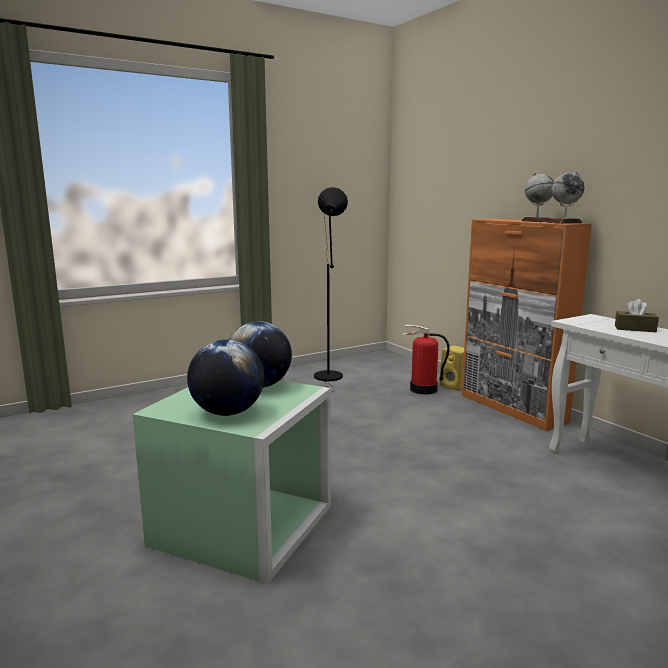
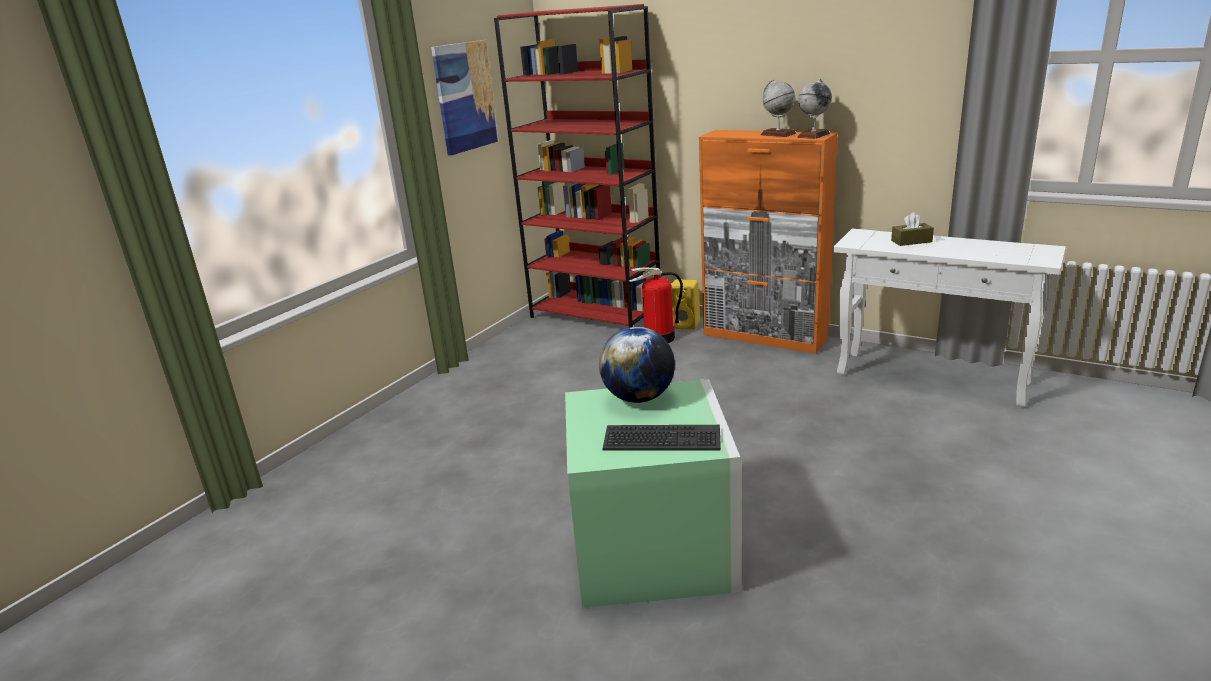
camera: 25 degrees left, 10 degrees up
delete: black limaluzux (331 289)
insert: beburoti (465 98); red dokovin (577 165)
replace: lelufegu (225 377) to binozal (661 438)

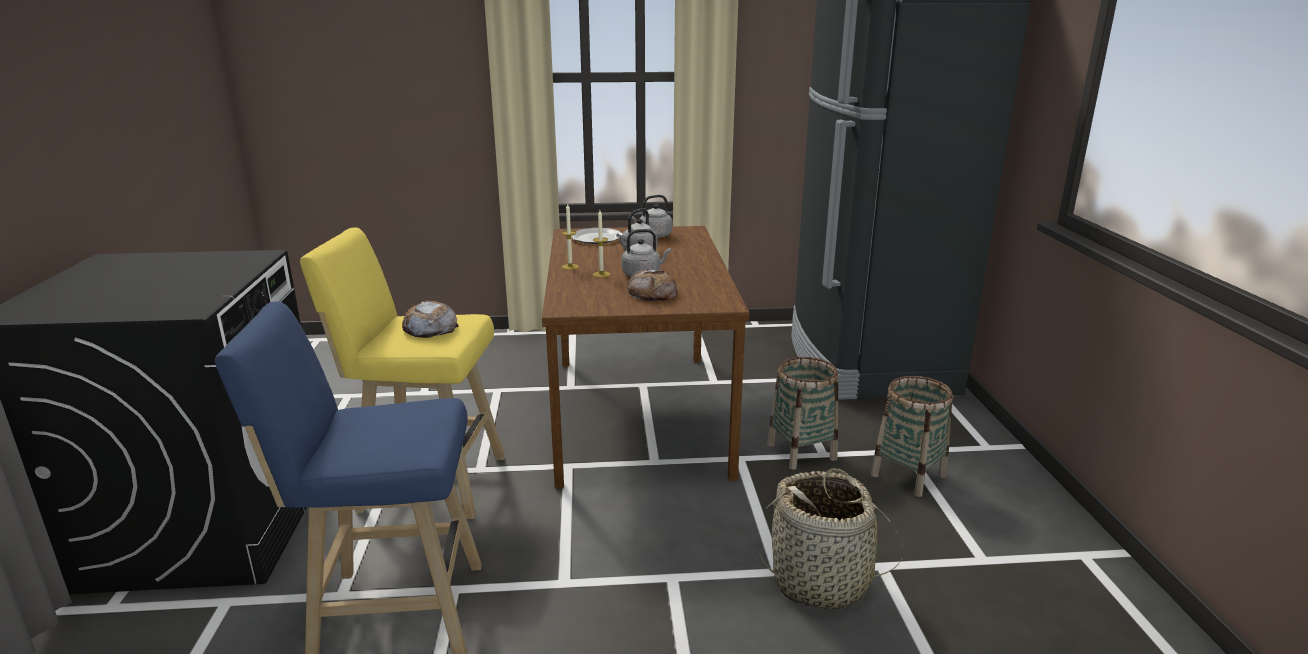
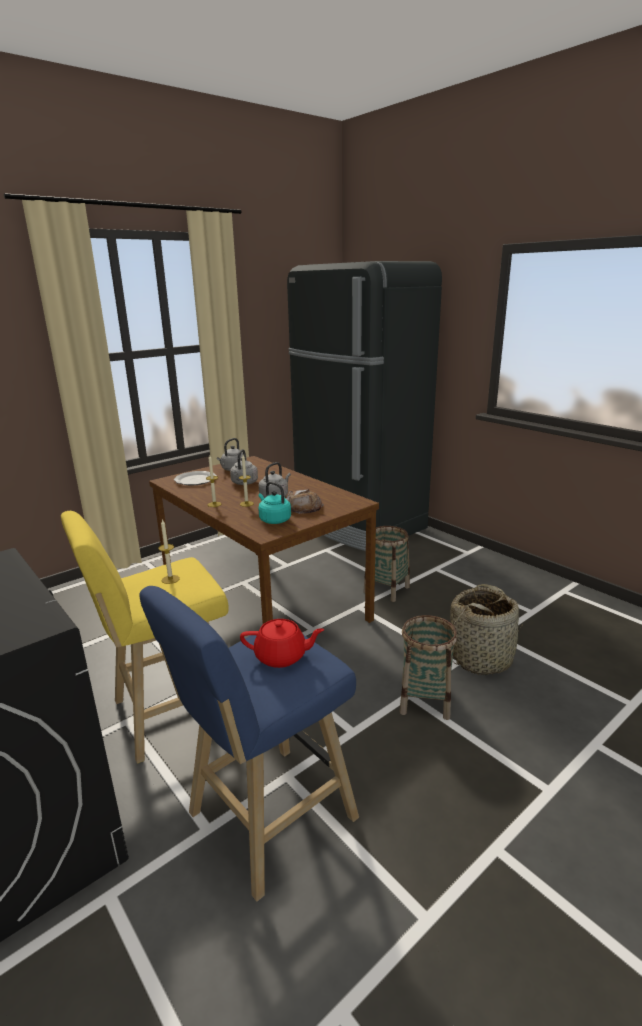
camera: 35 degrees left, 0 degrees up
insert: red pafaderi (282 643); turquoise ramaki (274 503)
move: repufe (912 436) to (428 667)
replace: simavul (430 319) to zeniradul (169 551)

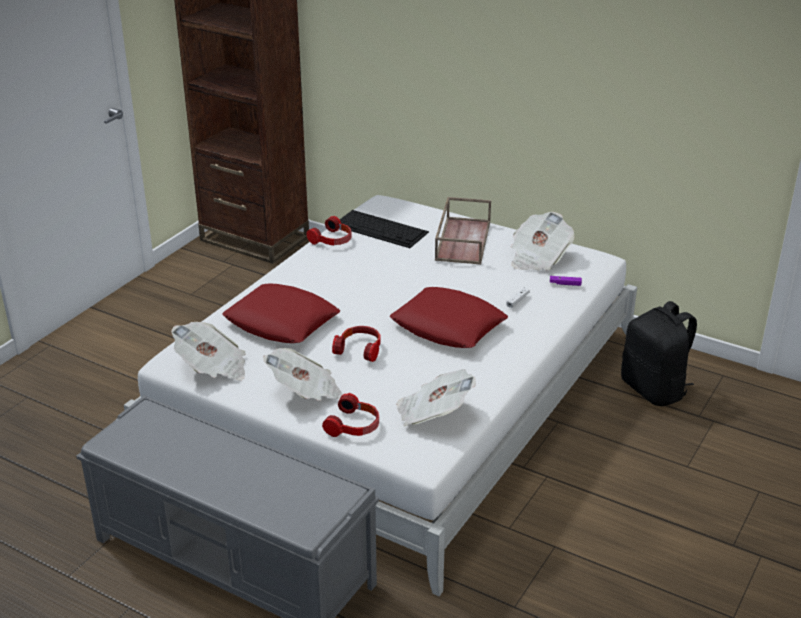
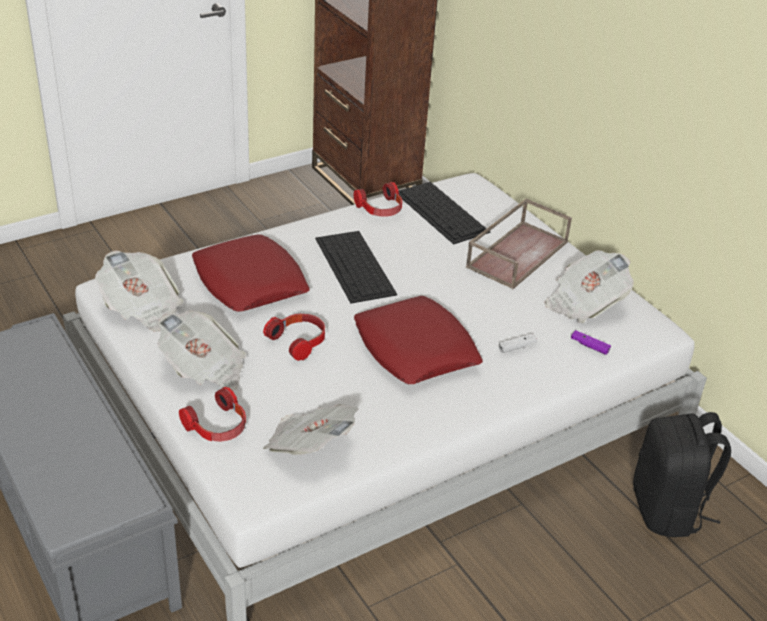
camera: 25 degrees right, 5 degrees up
insert: binozal (356 267)

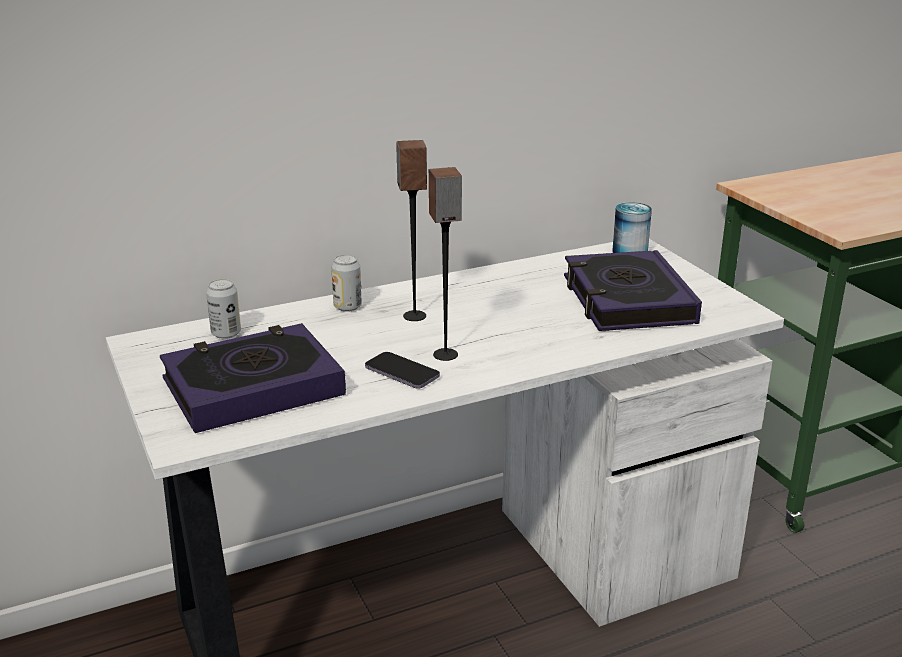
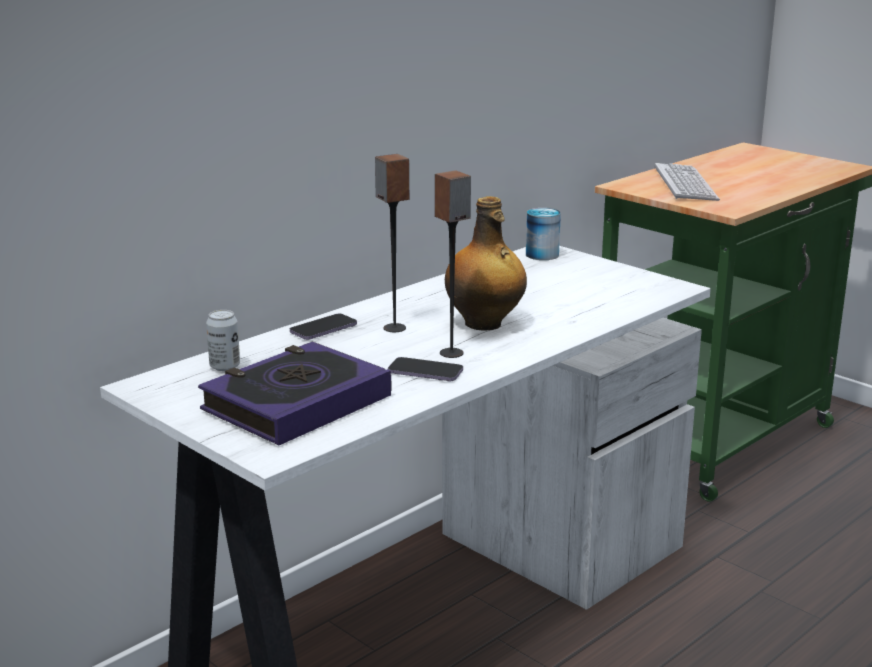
camera: 20 degrees left, 5 degrees down
delete: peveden (633 290)
insert: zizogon (486 263); binozal (687 182)
replace: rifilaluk (346 283) to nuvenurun (323 327)

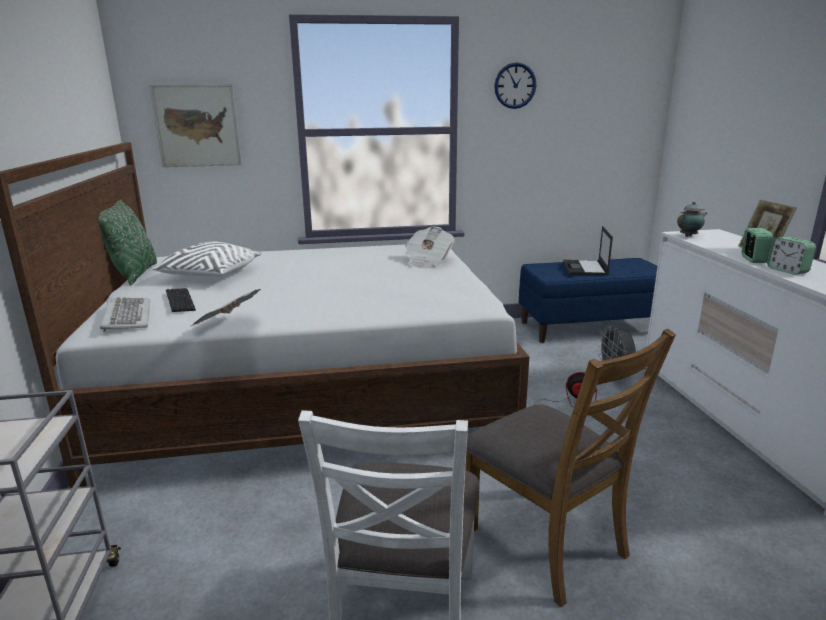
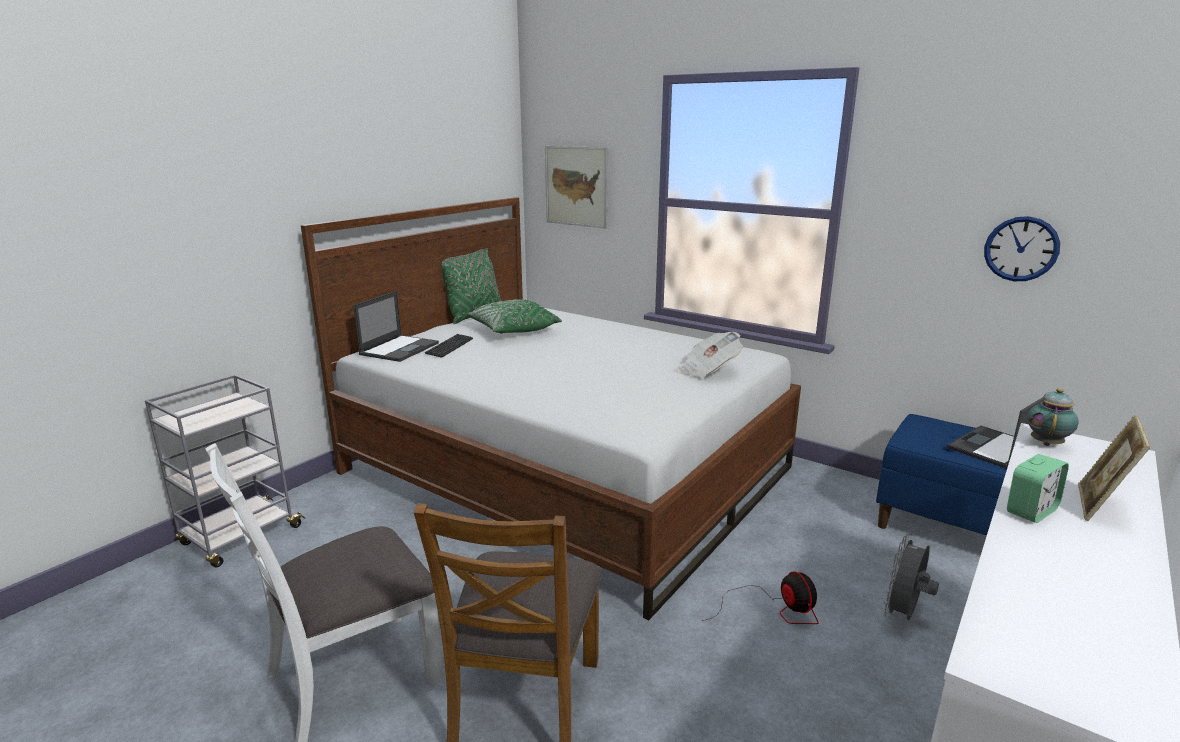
camera: 45 degrees right, 0 degrees up
delete: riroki (226 307); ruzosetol (791 256)
move: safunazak (515 85) to (1022 248)
replace: binozal (125 314) to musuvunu (396 326)
recolor: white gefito (207 259) to green gefito (514 316)
rotate: pafaderi (692 219) = (1052 417) 75 degrees counterclockwise

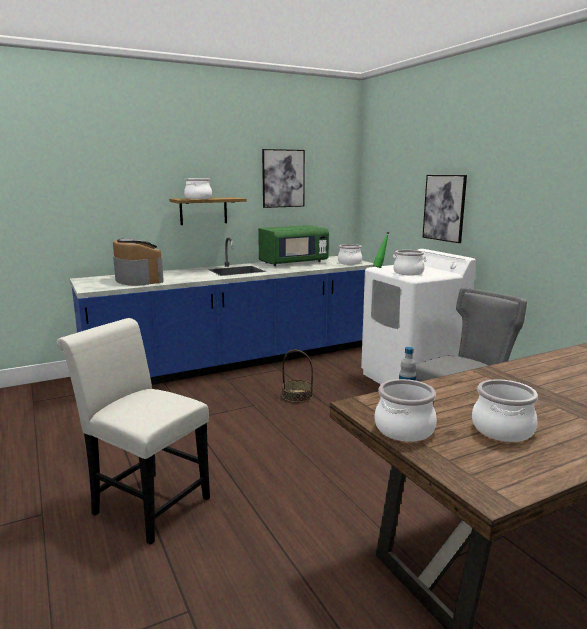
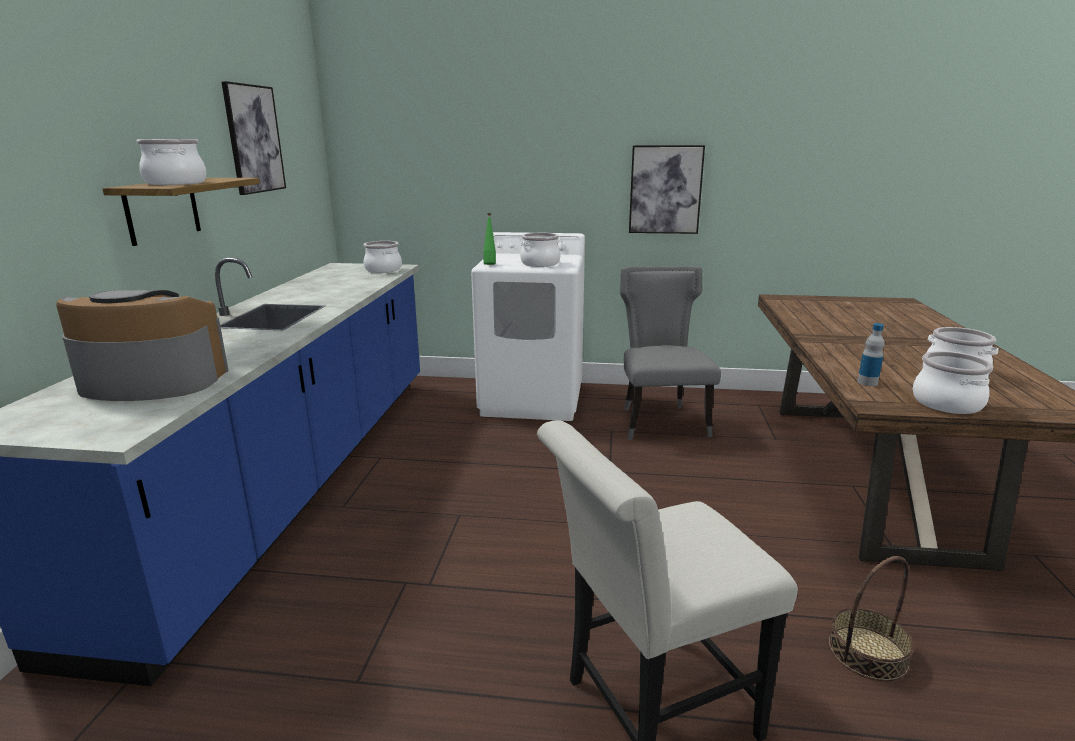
camera: 55 degrees left, 5 degrees up
delete: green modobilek (293 245)
move: repufe (297 376) to (871 618); beburoti (444 209) to (667 189)

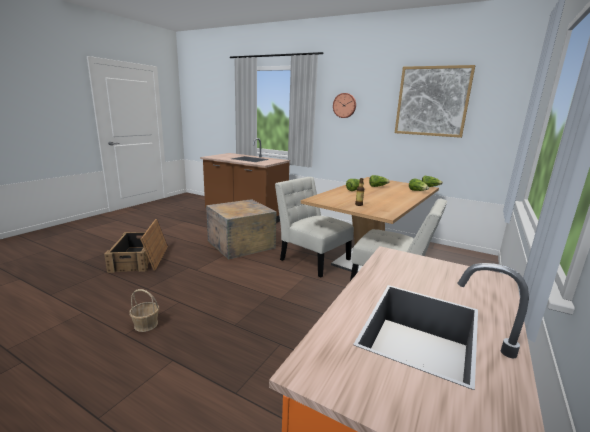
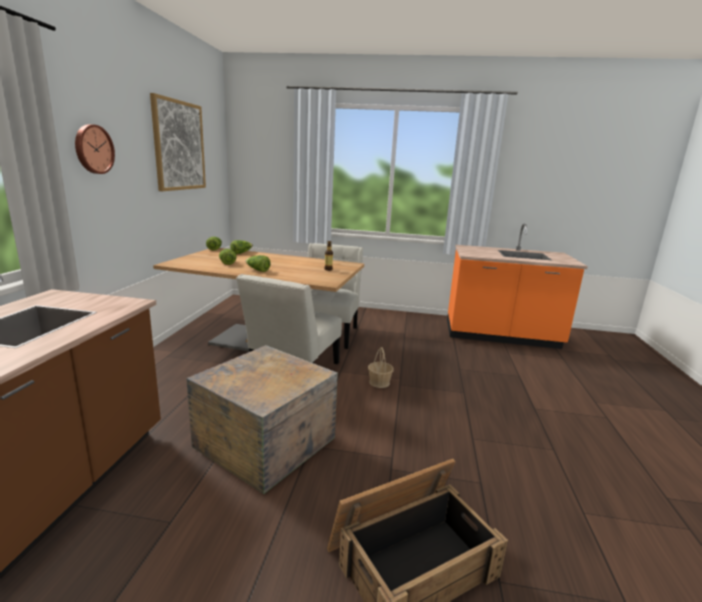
camera: 110 degrees left, 0 degrees up
move: repufe (144 310) to (381 367)

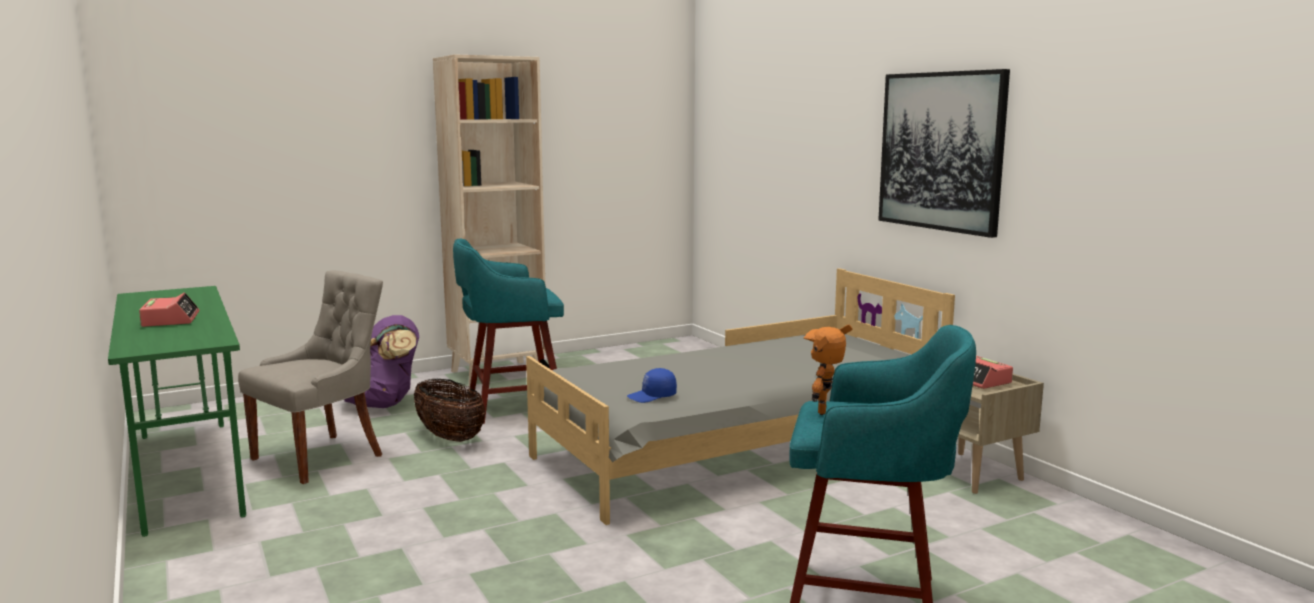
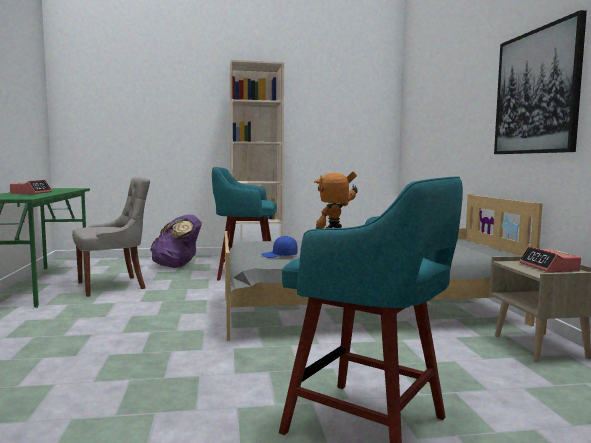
camera: 20 degrees right, 5 degrees down
delete: repufe (449 410)

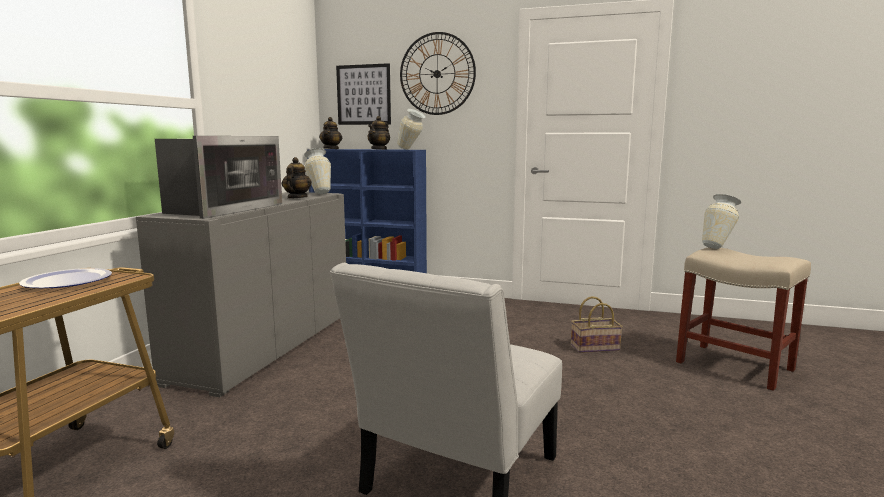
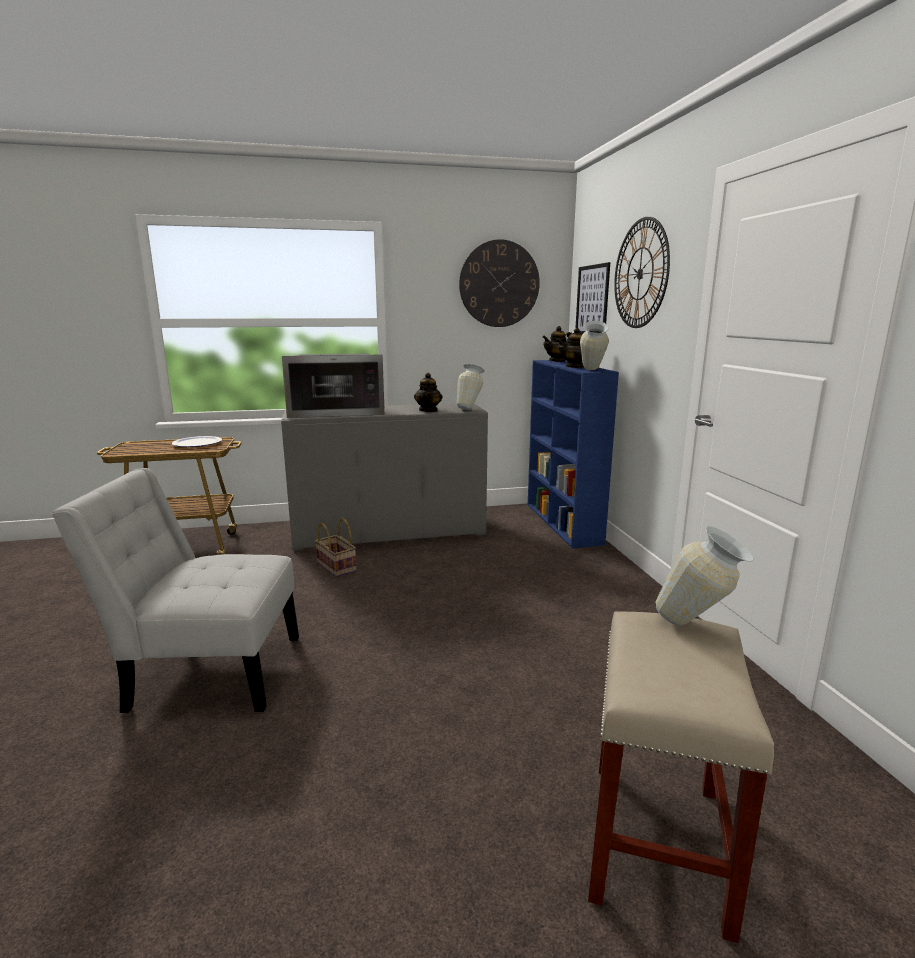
camera: 60 degrees right, 5 degrees up
insert: safunazak (499 283)
move: repufe (597 324) to (335 547)
rotate: pafaderi (297 178) = (428 392) 120 degrees clockwise

